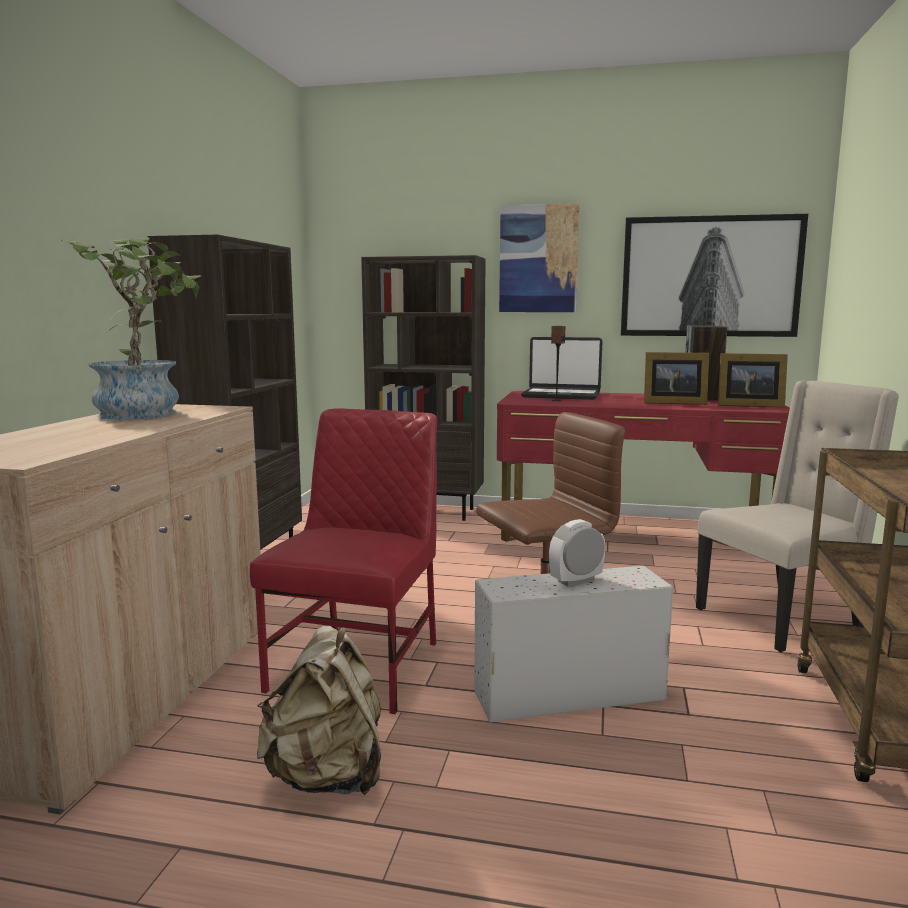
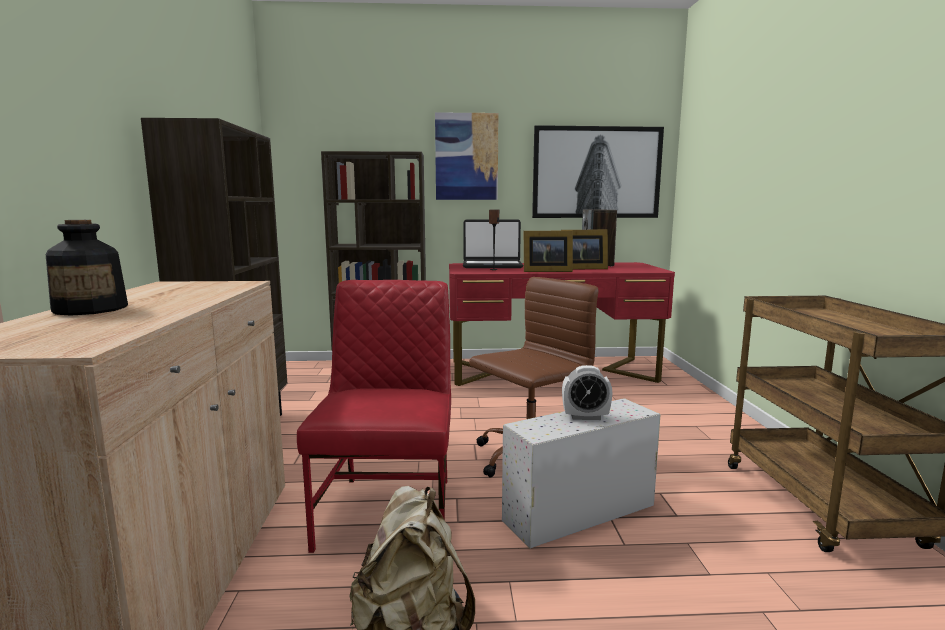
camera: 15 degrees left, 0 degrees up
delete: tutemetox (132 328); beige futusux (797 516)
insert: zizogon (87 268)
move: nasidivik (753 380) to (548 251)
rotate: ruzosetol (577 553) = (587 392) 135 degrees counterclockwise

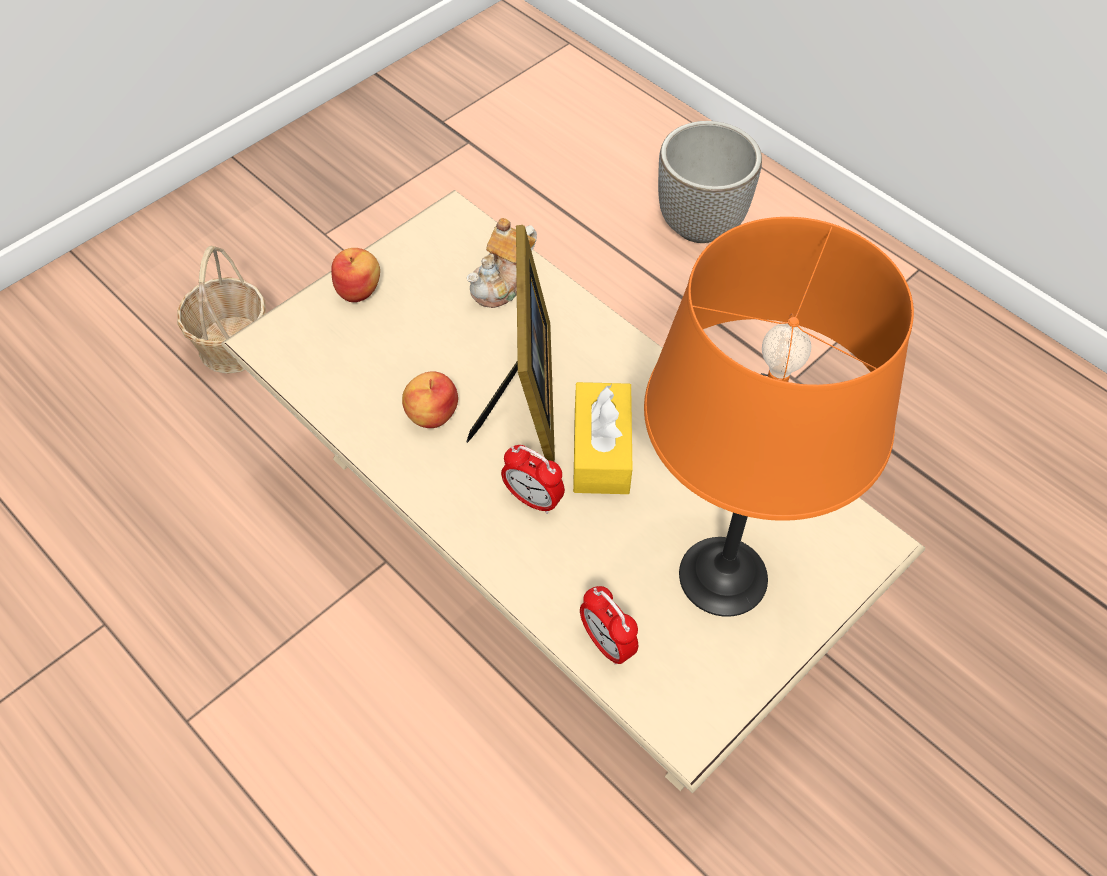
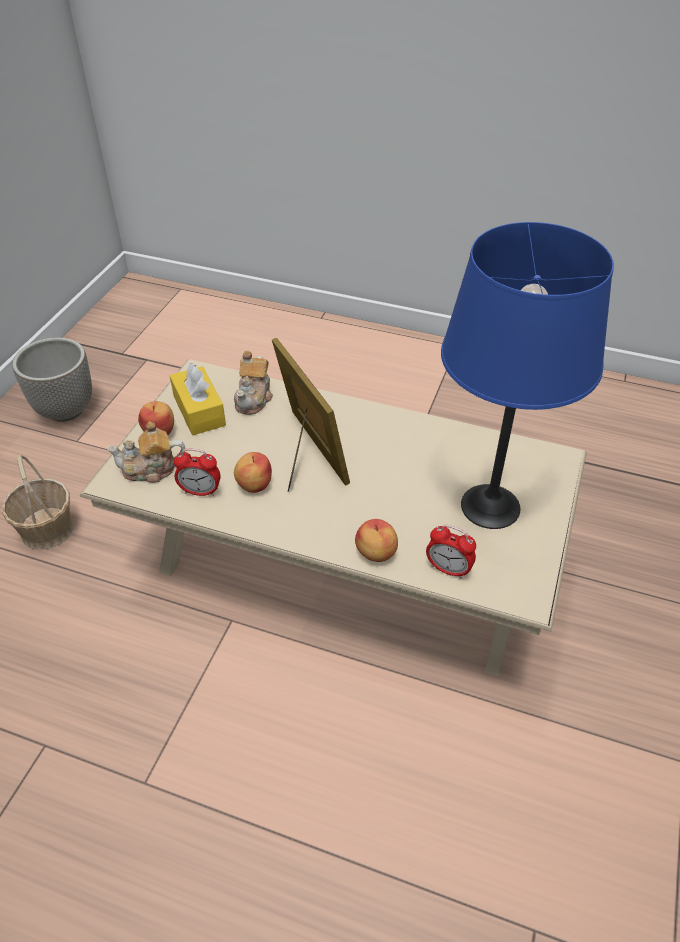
camera: 25 degrees left, 10 degrees down
insert: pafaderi (146 452); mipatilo (376 540)
move: ruzosetol (533 479) to (197 472); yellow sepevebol (602 438) to (198 399); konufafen (710 182) to (52 379)
recolor: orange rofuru (779 417) to blue rofuru (527 375)

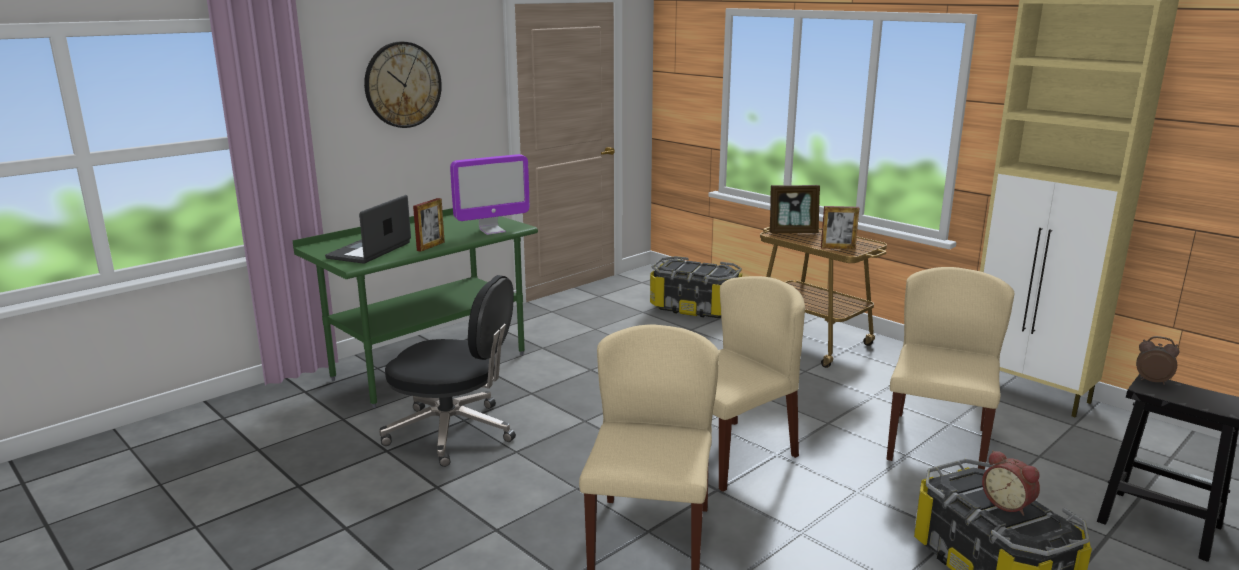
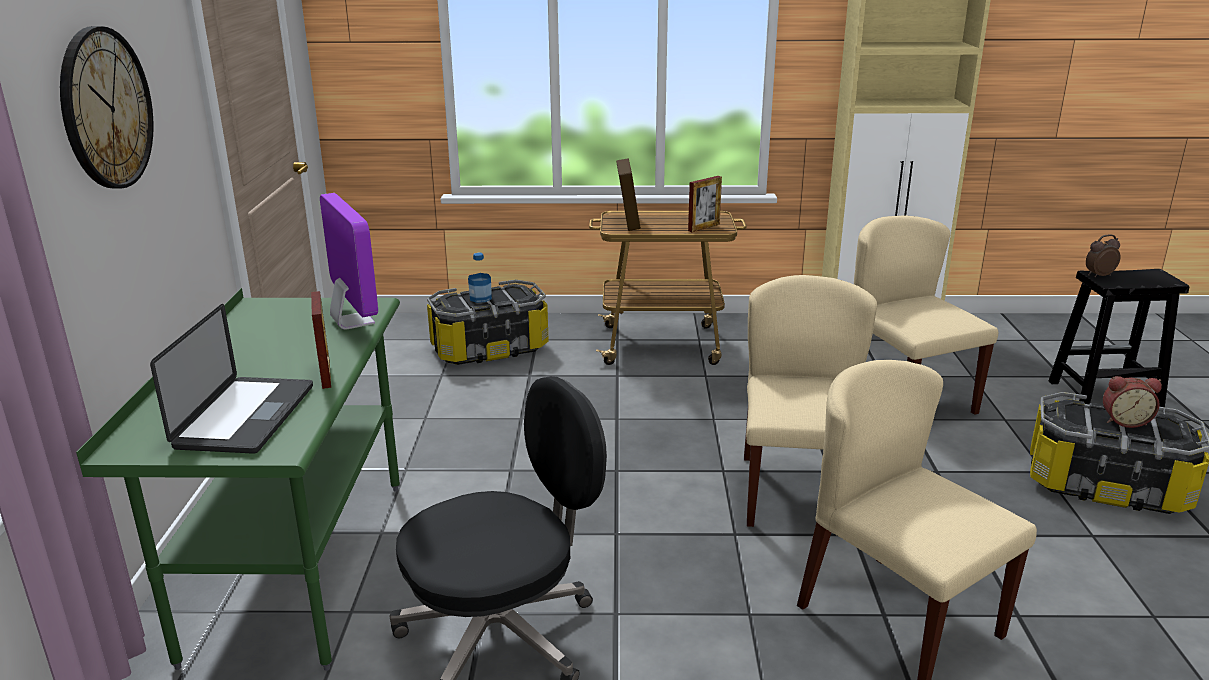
camera: 45 degrees left, 5 degrees up
insert: zizogon (480 278)
rotate: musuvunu (368 229) = (231 379) 150 degrees counterclockwise; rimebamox (490 194) = (349 261) 45 degrees counterclockwise; nasidivik (795 209) = (628 194) 45 degrees counterclockwise

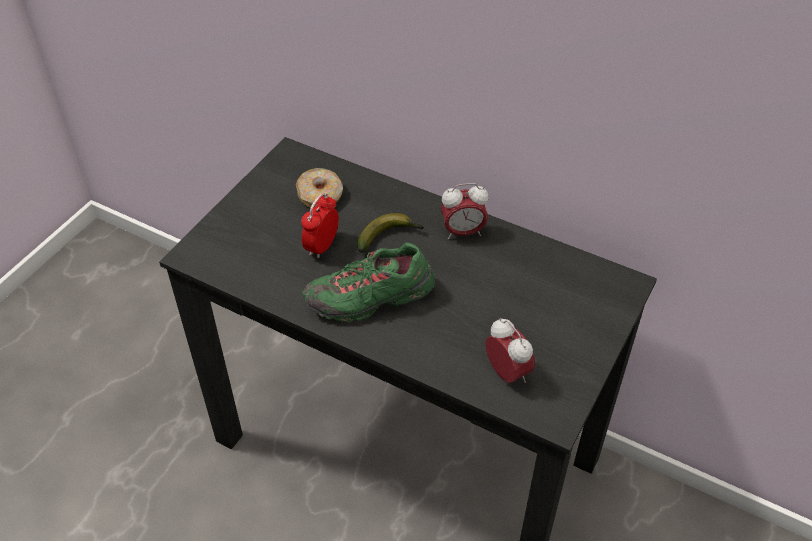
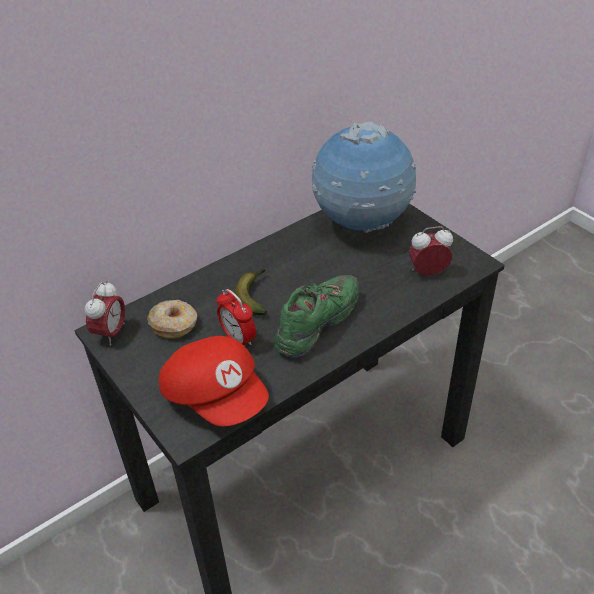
camera: 65 degrees left, 5 degrees down
insert: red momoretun (214 381); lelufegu (363 177)
move: ruzosetol (465 211) to (104 313)
rotate: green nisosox (368 282) = (316 316) 150 degrees counterclockwise

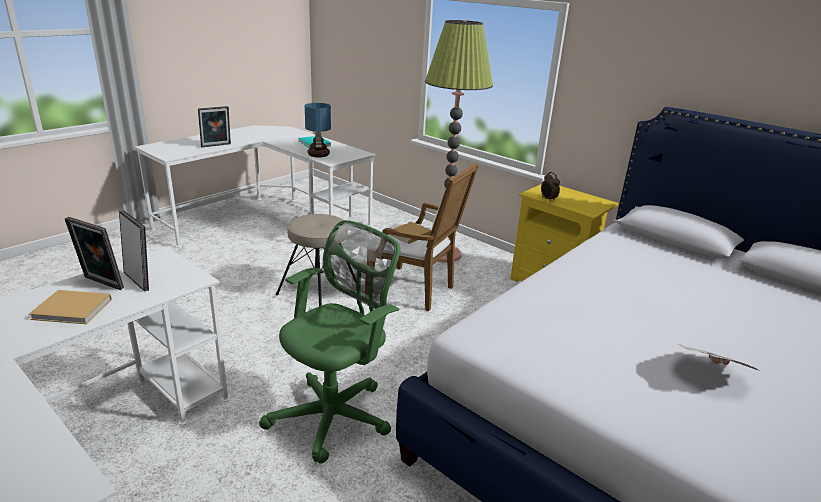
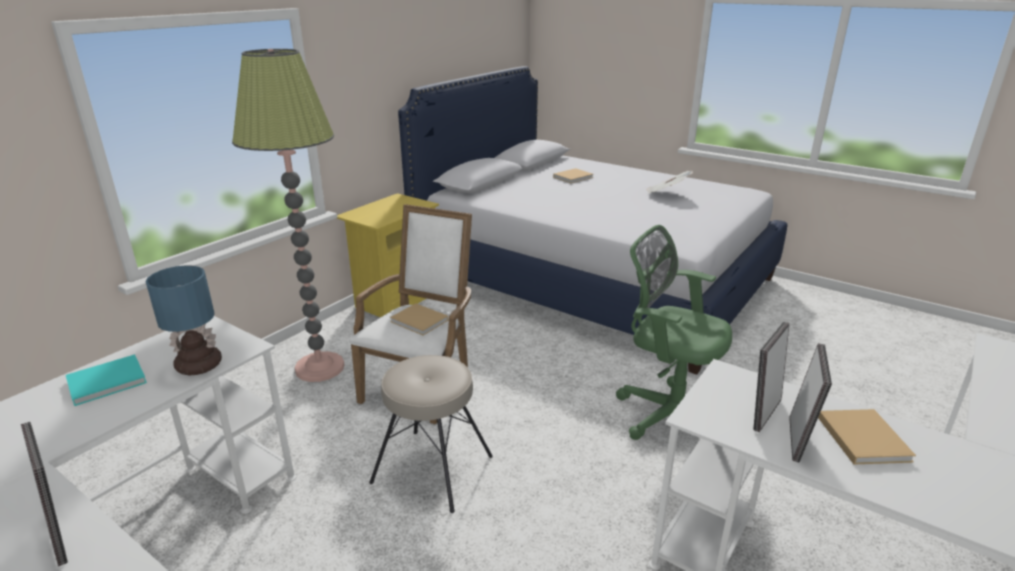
camera: 95 degrees left, 0 degrees up
delete: ruzosetol (550 187)
insert: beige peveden (573 175)

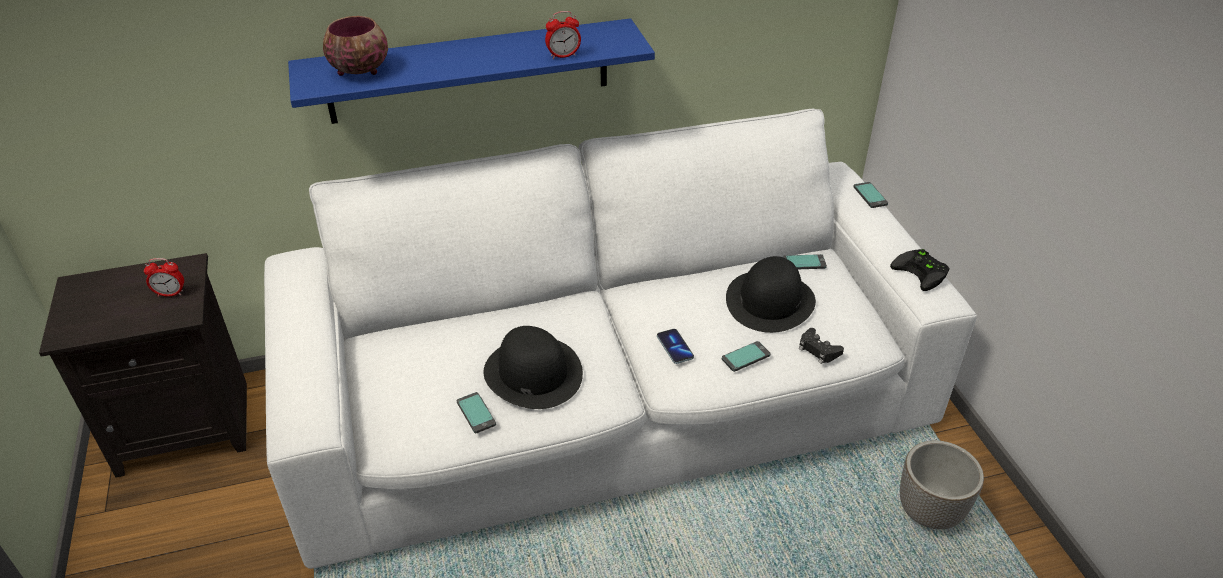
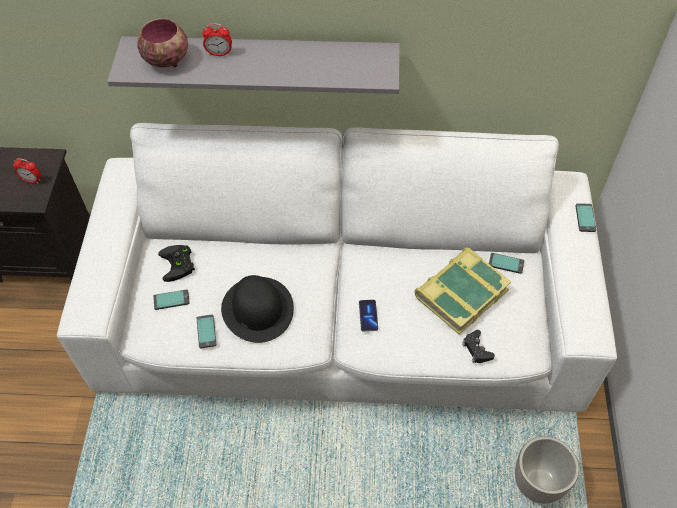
camera: 20 degrees right, 15 degrees up
move: ruzosetol (563 35) to (217 39); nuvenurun (746 356) to (171 299); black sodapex (920 270) to (176 263)
replace: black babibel (771 294) to peveden (463 291)
recolor: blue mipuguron (471 71) to grey mipuguron (253 65)

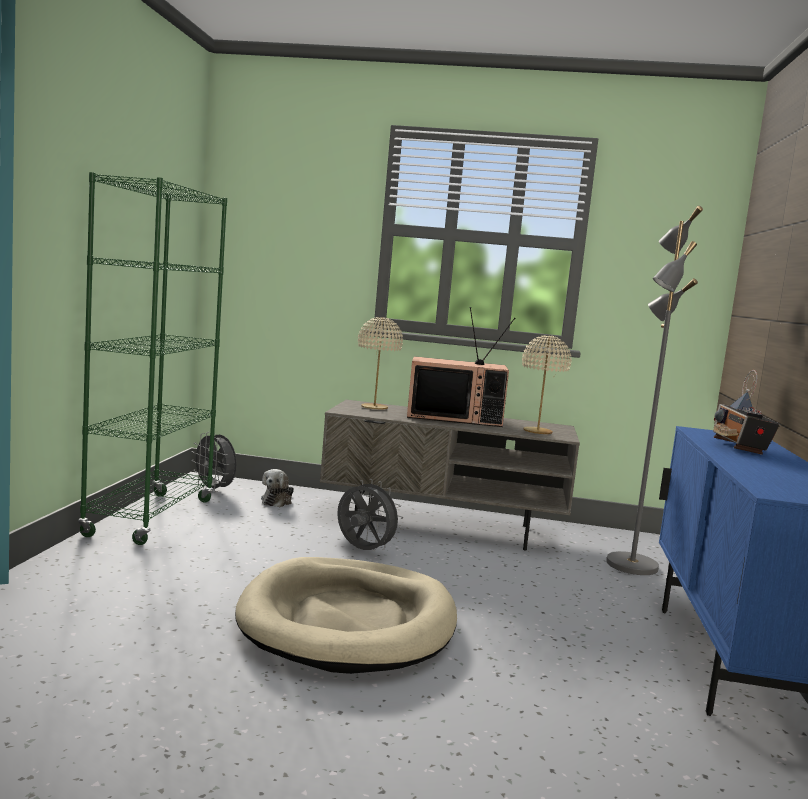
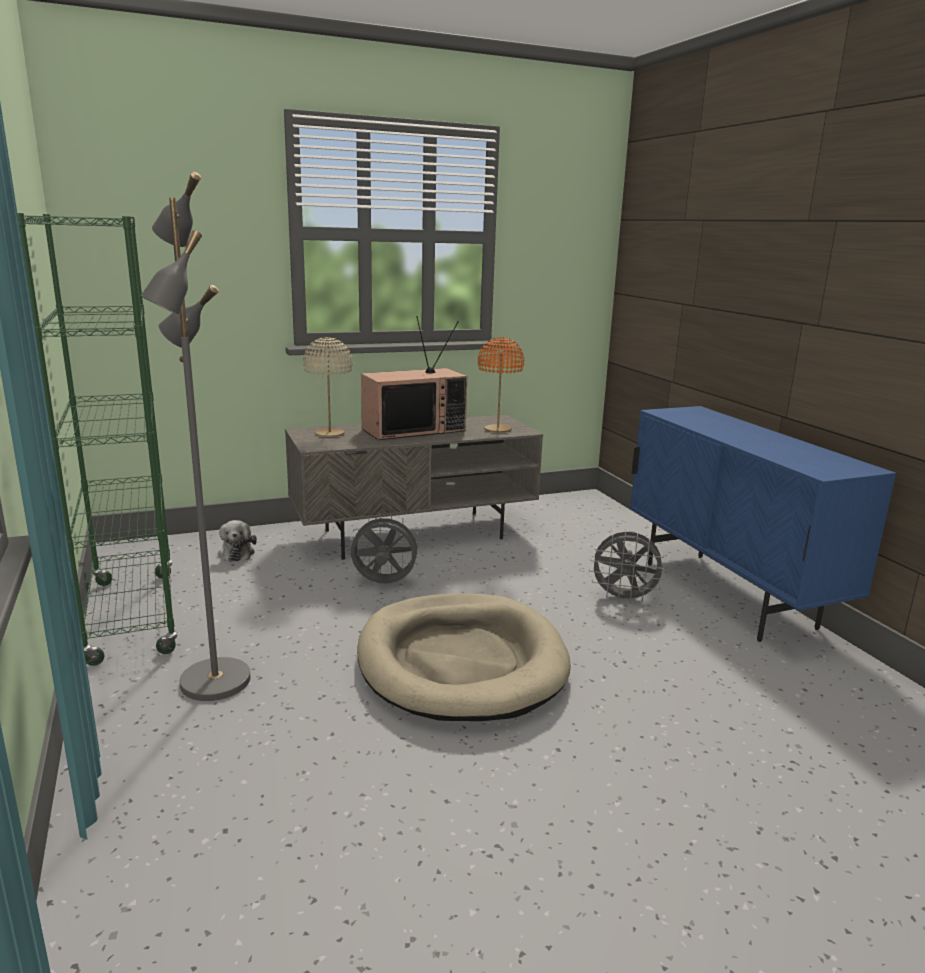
camera: 30 degrees left, 10 degrees up
delete: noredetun (746 412)
move: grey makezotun (214 462) to (628 568); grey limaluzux (654 390) to (195 436)
recolor: beige rofuru (546 384) to orange rofuru (501 385)

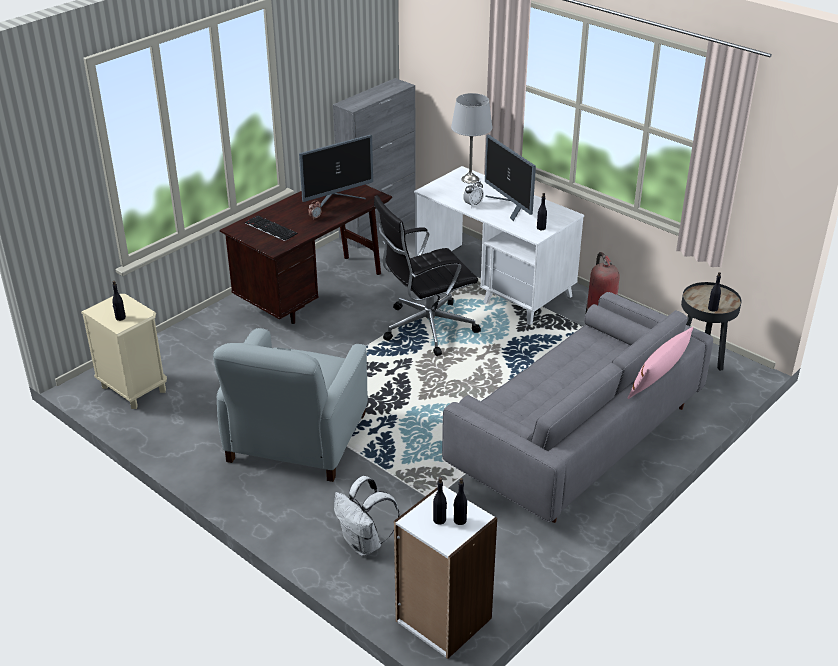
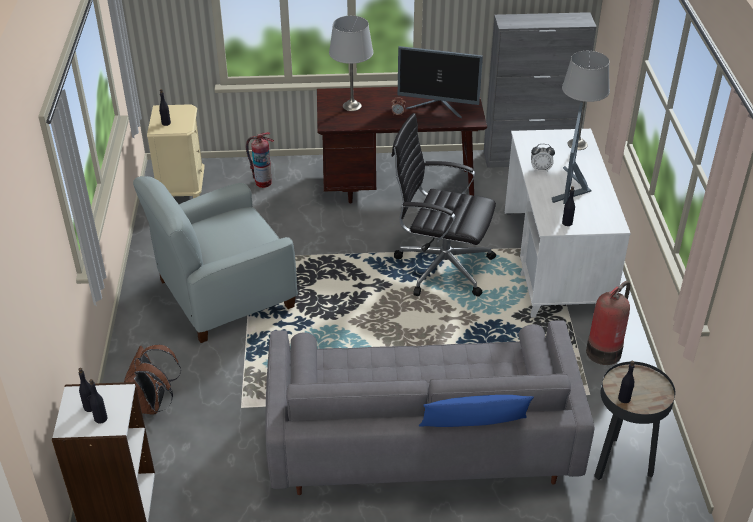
camera: 45 degrees right, 5 degrees up
insert: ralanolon (260 160)
replace: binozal (271 228) to grey rofuru (351 63)
recolor: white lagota (367 516) to brown lagota (152 379); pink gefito (660 363) to blue gefito (476 411)

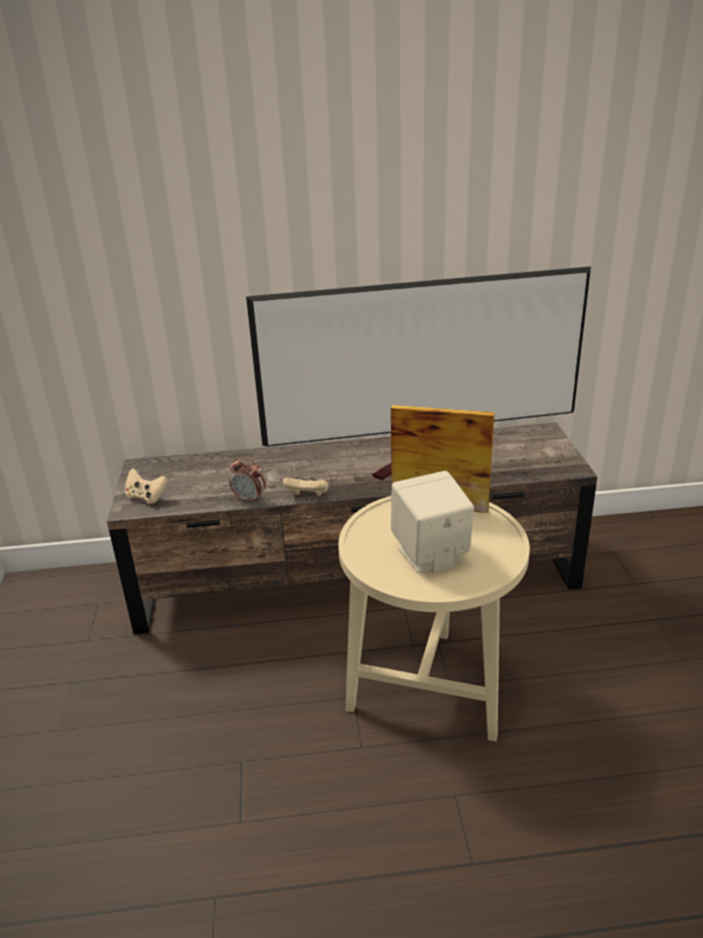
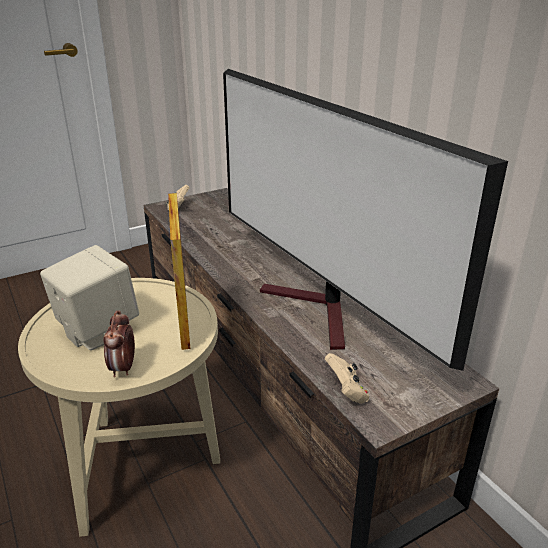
camera: 65 degrees right, 0 degrees up
move: ruzosetol (247 480) to (119 344); beige sodapex (305 486) to (347 378)

